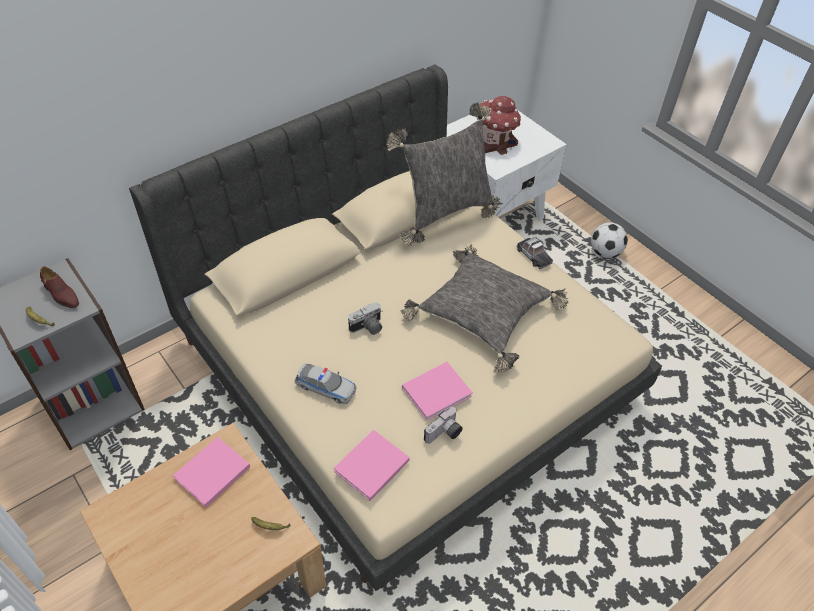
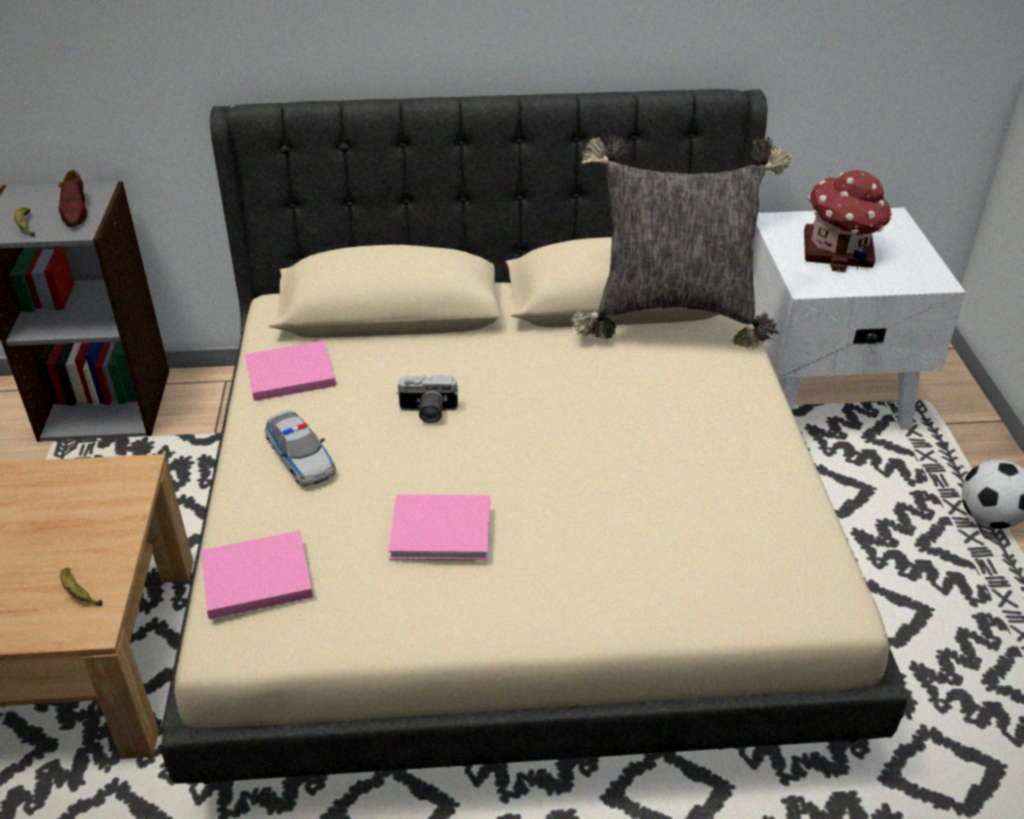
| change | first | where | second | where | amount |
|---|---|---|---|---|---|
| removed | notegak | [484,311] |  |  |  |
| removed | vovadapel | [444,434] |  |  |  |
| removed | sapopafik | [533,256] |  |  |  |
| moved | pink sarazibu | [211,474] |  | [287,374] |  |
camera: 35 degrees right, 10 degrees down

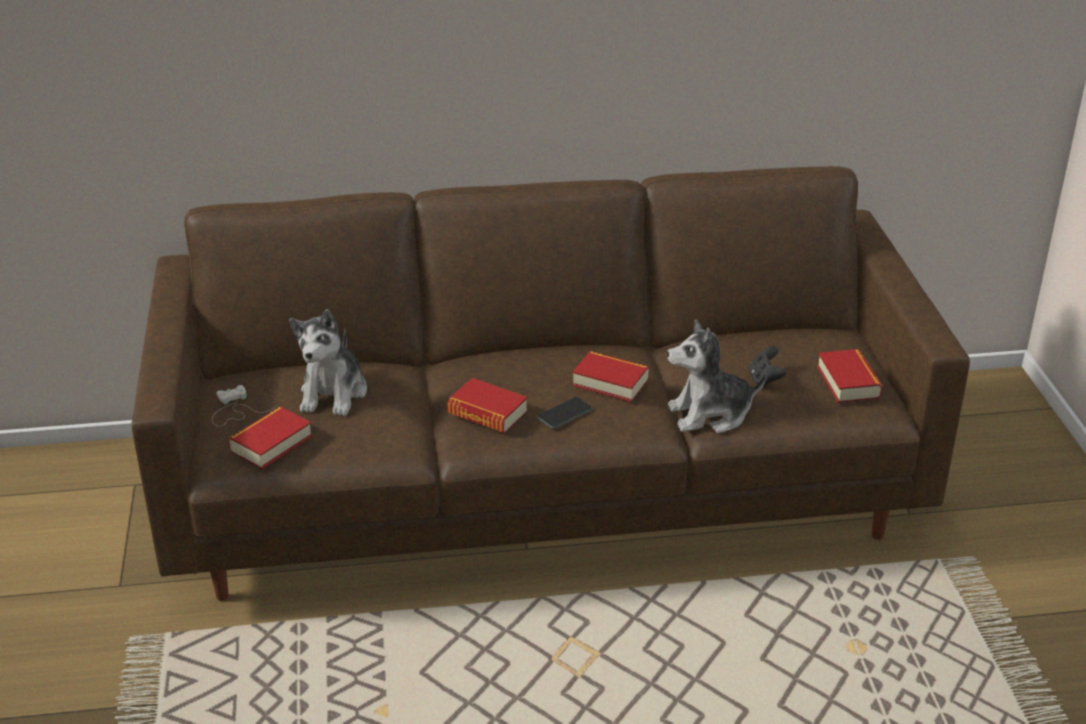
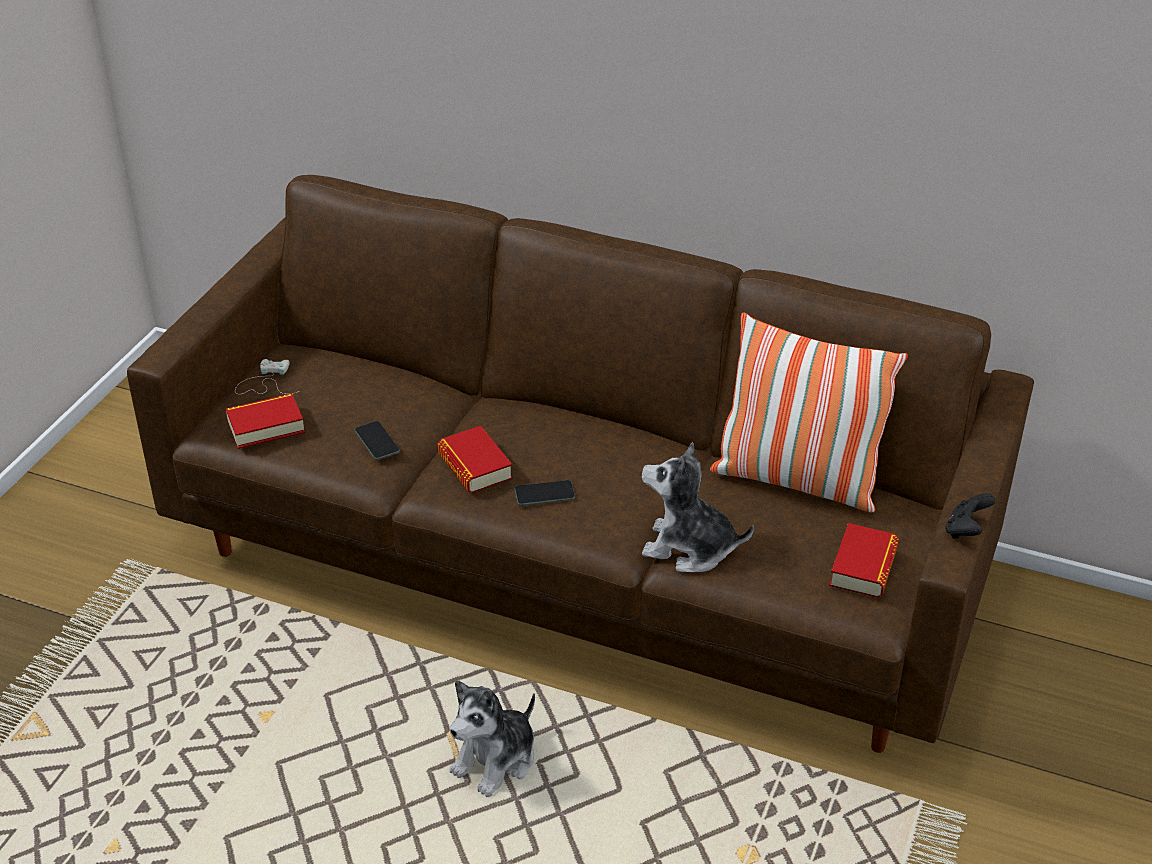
| change | first | where | second | where | amount |
|---|---|---|---|---|---|
| removed | sarazibu | [610,382] |  |  |  |
| added |  |  | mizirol | [377,441] |  |
| added |  |  | notegak | [797,480] |  |
| moved | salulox | [334,393] |  | [496,760] |  |
| moved | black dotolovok | [765,380] |  | [966,531] |  |
camera: 30 degrees right, 5 degrees up

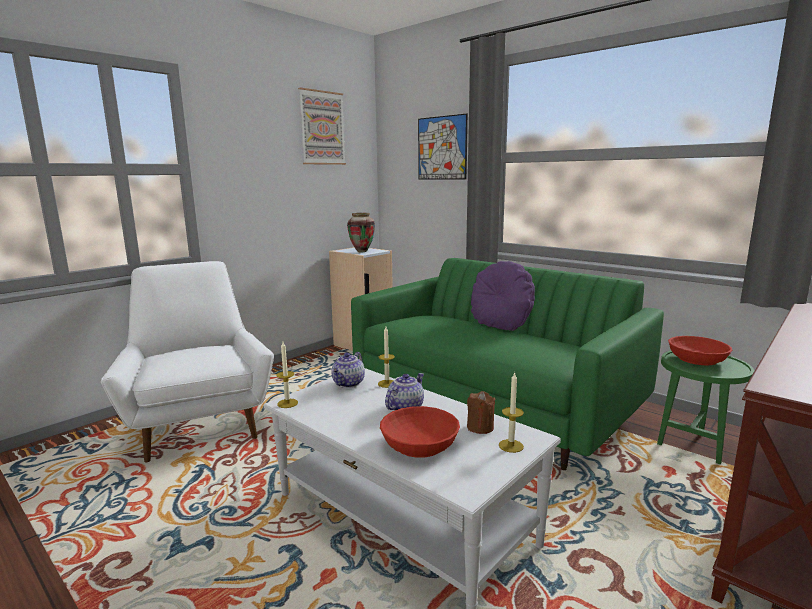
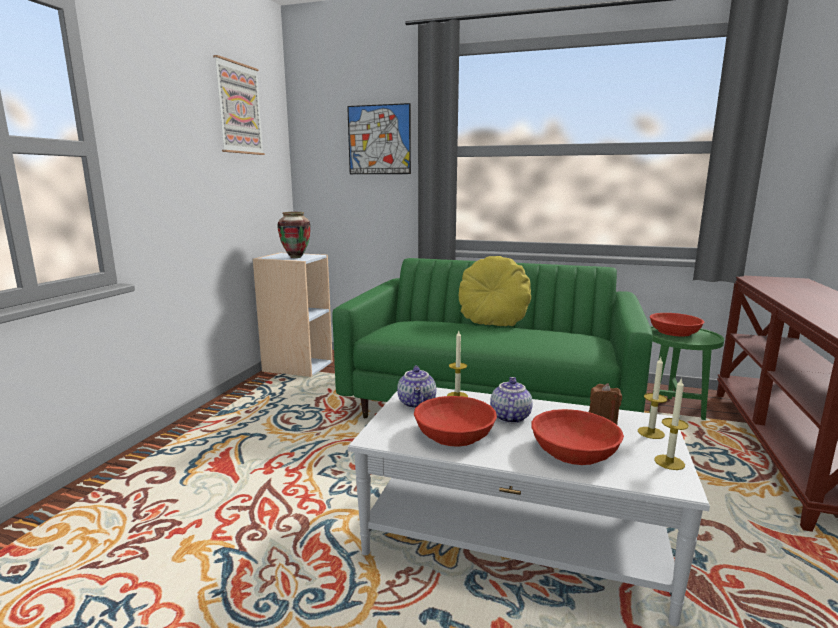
| change | first | where | second | where | amount |
|---|---|---|---|---|---|
| removed | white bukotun | [200,425] |  |  |  |
| added |  |  | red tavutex | [454,433] |  |
| moved | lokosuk | [287,403] |  | [669,462] |  |
| recoloured | purple notegak | [500,326] | yellow notegak | [493,323] |  |
camera: 25 degrees left, 0 degrees up

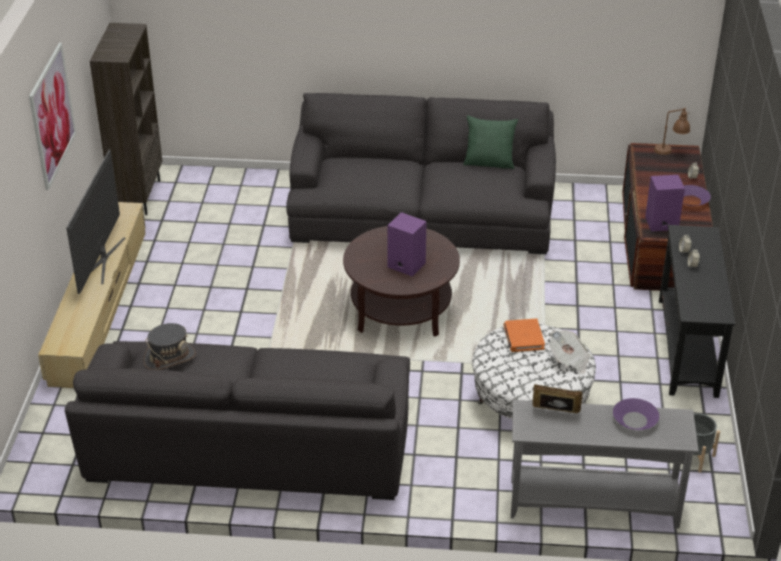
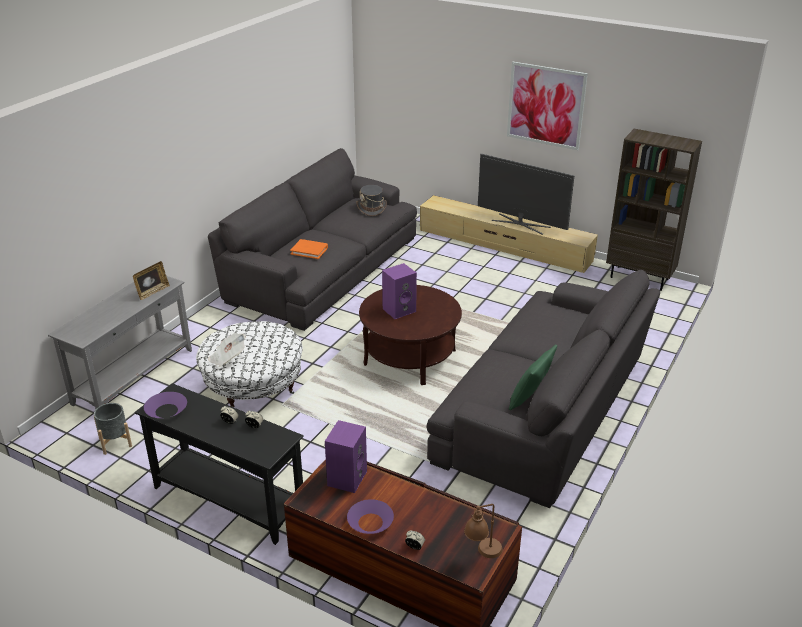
| change | first | where | second | where | amount |
|---|---|---|---|---|---|
| moved | orange sarazibu | [523,337] |  | [309,251] |  |
| moved | purple tavutex | [635,420] |  | [166,411] |  |
camera: 115 degrees right, 5 degrees down

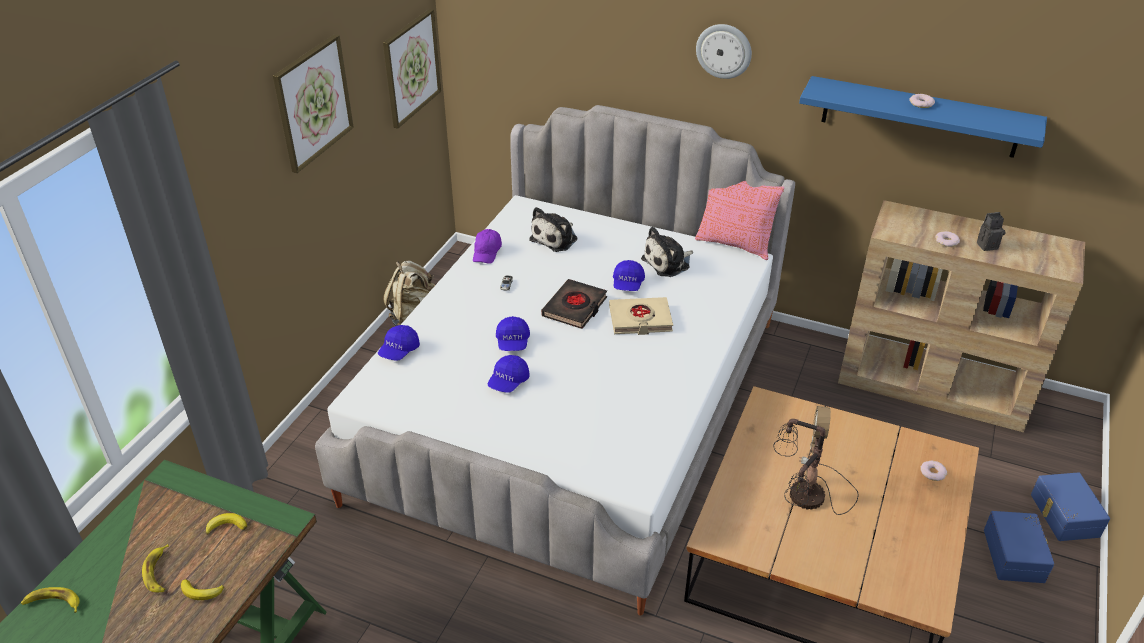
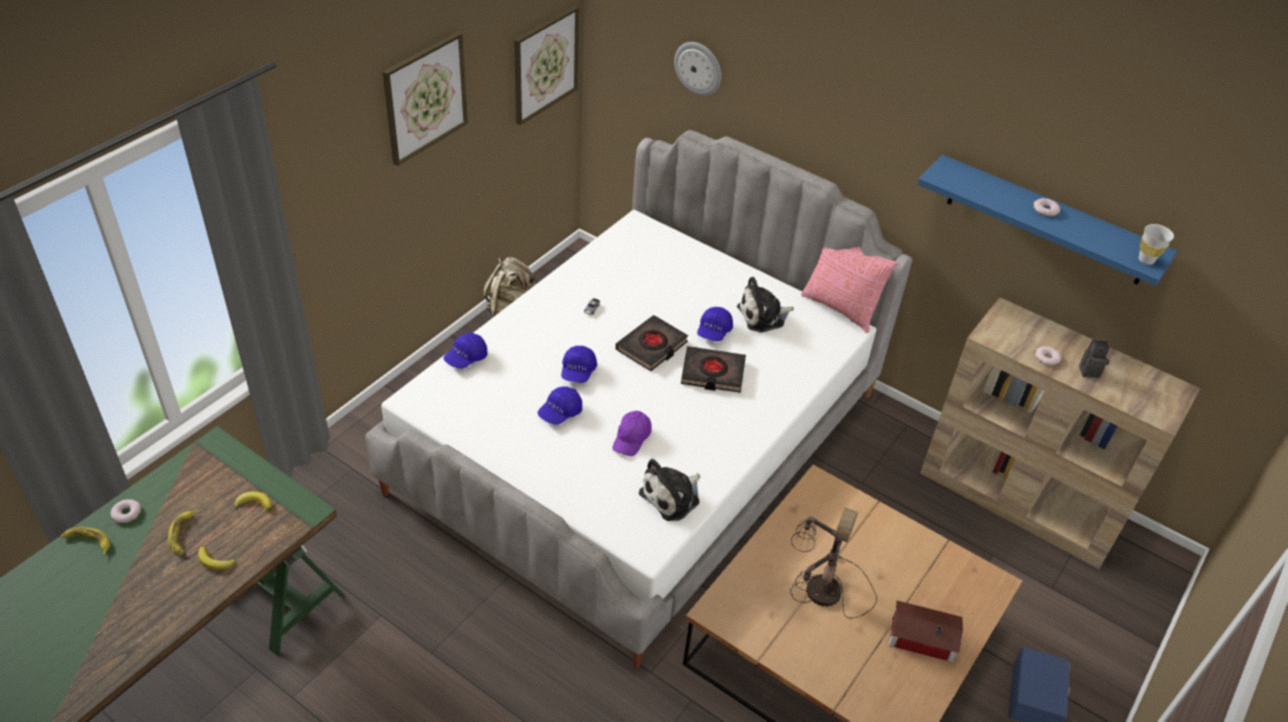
| change | first | where | second | where | amount |
|---|---|---|---|---|---|
| removed | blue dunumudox | [1063,515] |  |  |  |
| added |  |  | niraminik | [920,636] |  |
| added |  |  | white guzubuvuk | [1146,260] |  |
| moved | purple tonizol | [487,252] |  | [632,438] |  |
| moved | salulox | [556,238] |  | [672,496] |  |
| moved | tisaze | [724,51] |  | [698,68] |  |
| moved | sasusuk | [933,472] |  | [127,513] |  |
| recoloured | beige sarazibu | [640,320] | black sarazibu | [712,373] |  |
camera: 10 degrees right, 5 degrees up

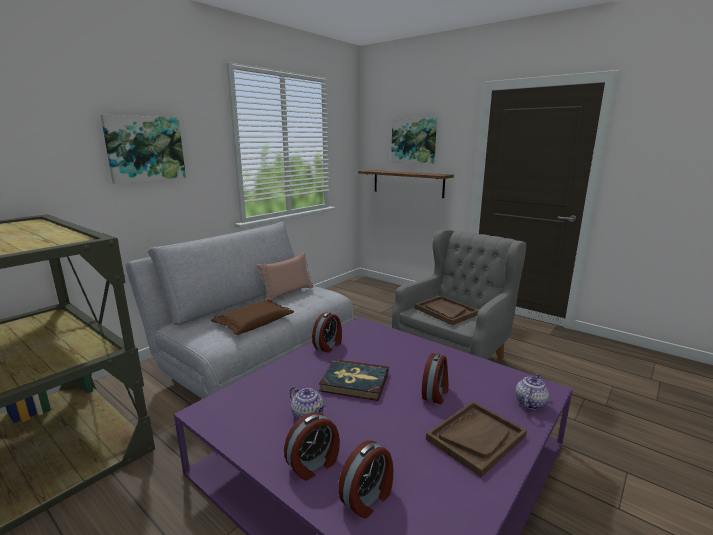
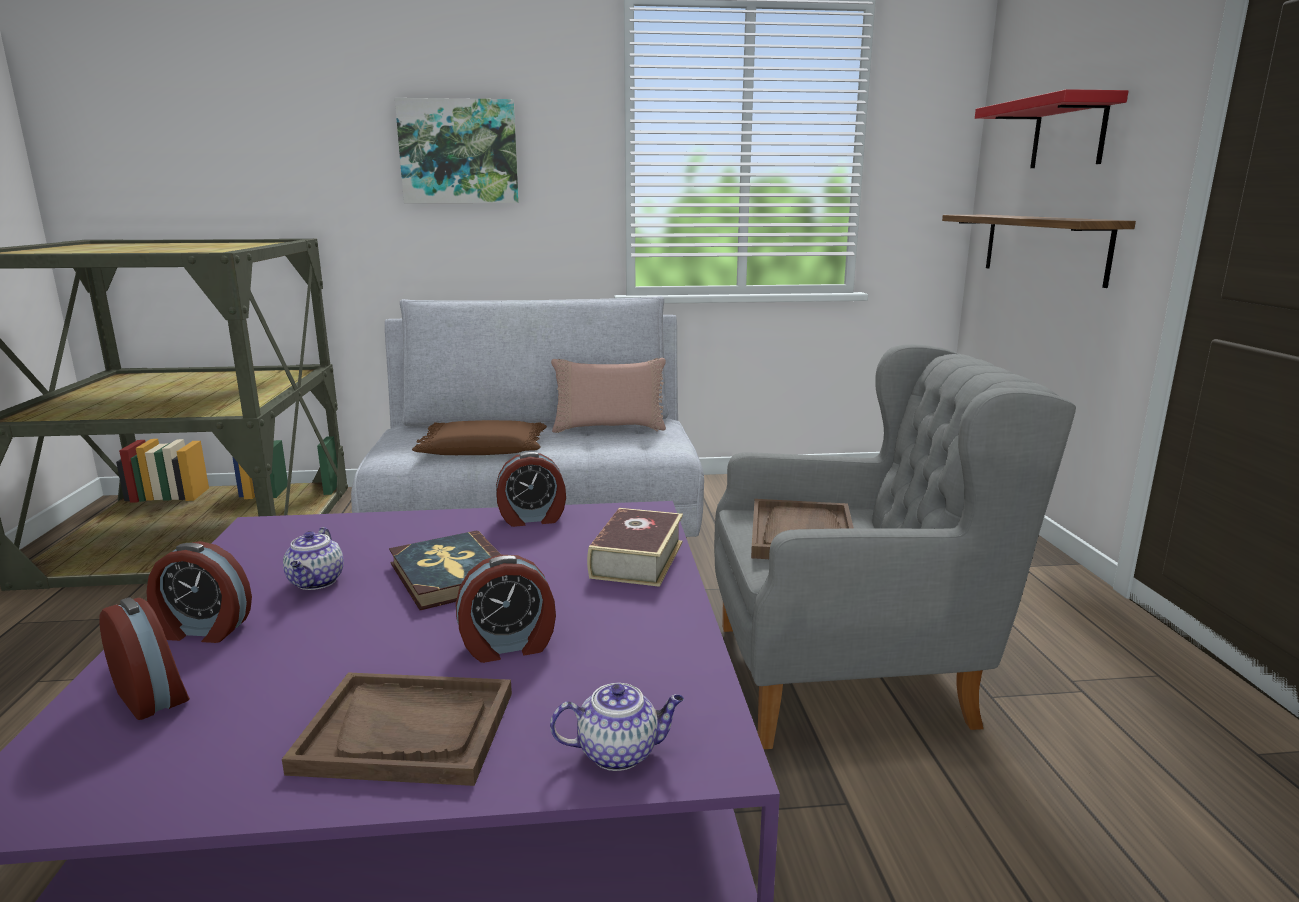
| change | first | where | second | where | amount |
|---|---|---|---|---|---|
| added |  |  | sarazibu | [637,559] |  |
| replaced | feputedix | [414,141] | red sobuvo | [1068,133] |  |
| turned | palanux | [368,498] |  | [153,696] | 135 degrees counterclockwise |
camera: 45 degrees right, 0 degrees up

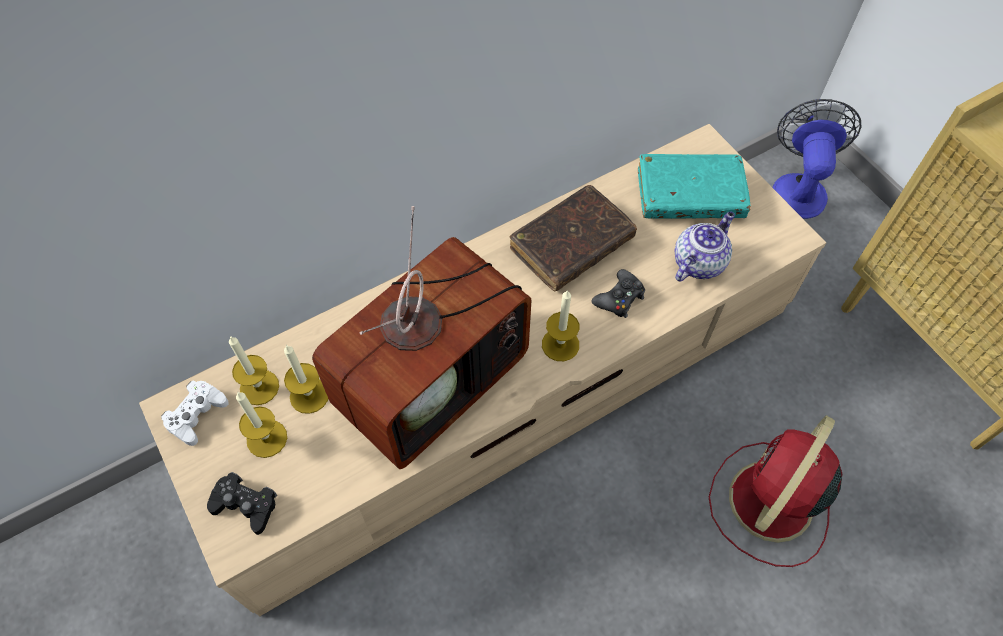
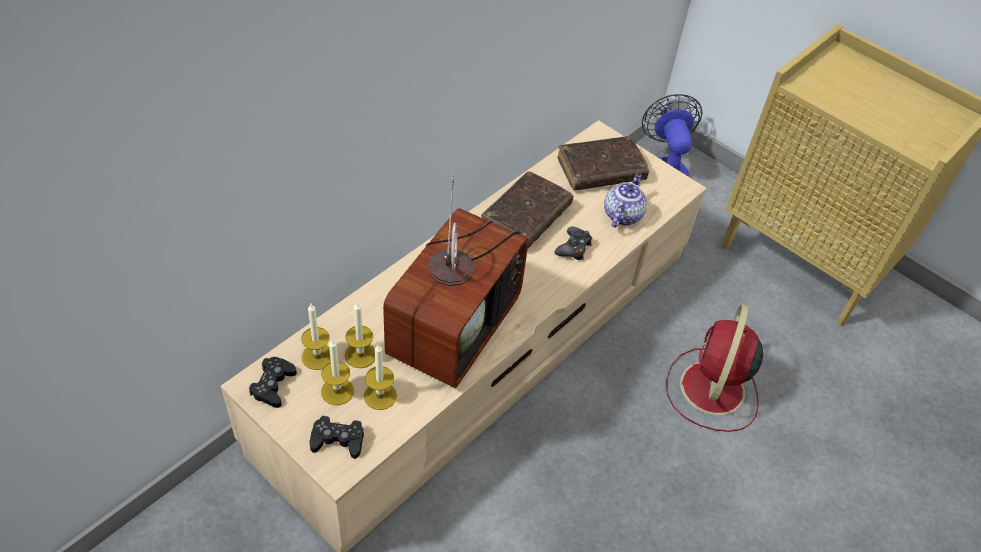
| change | first | where | second | where | amount |
|---|---|---|---|---|---|
| moved | lokosuk | [560,344] |  | [380,396] |  |
| recoloured | white dotolovok | [196,415] | black dotolovok | [273,385] |  |
| recoloured | turquoise sarazibu | [689,195] | brown sarazibu | [601,170] |  |
camera: 20 degrees left, 10 degrees down

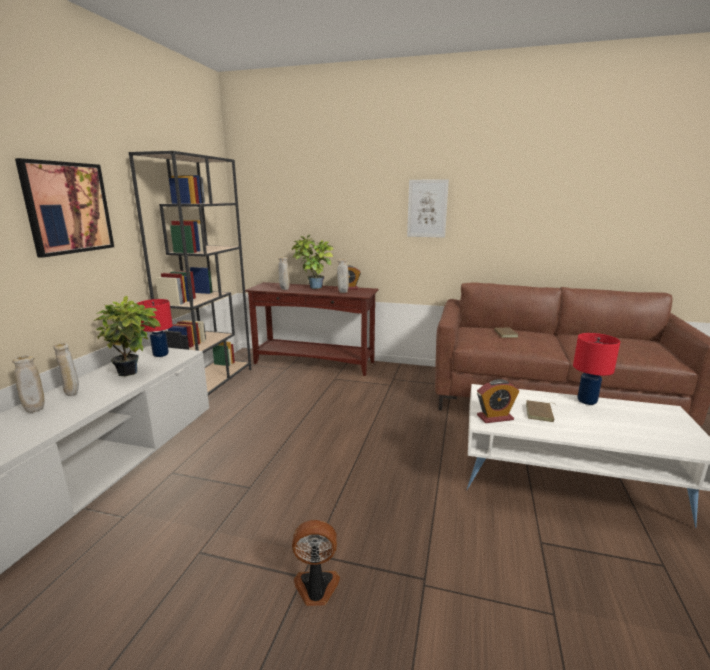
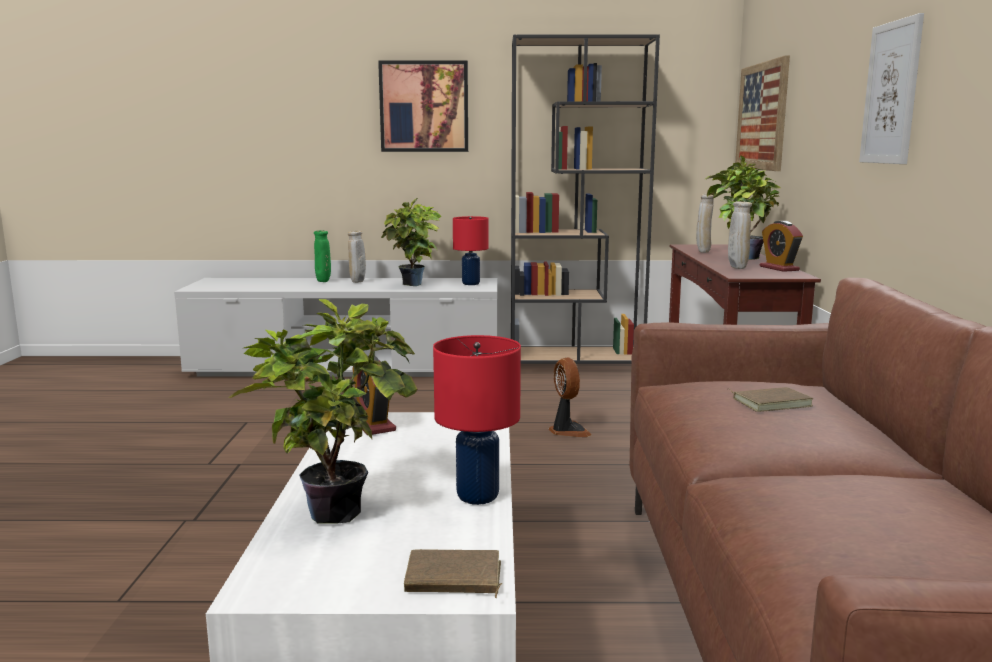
| change | first | where | second | where | amount |
|---|---|---|---|---|---|
| added |  |  | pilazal | [337,509] |  |
| added |  |  | feputedix | [762,116] |  |
| moved | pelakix | [316,589] |  | [567,431] |  |
| moved | brown sarazibu | [540,413] |  | [453,579] |  |
| recoloured | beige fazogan | [35,410] | green fazogan | [323,281] |  |
camera: 75 degrees right, 5 degrees down

